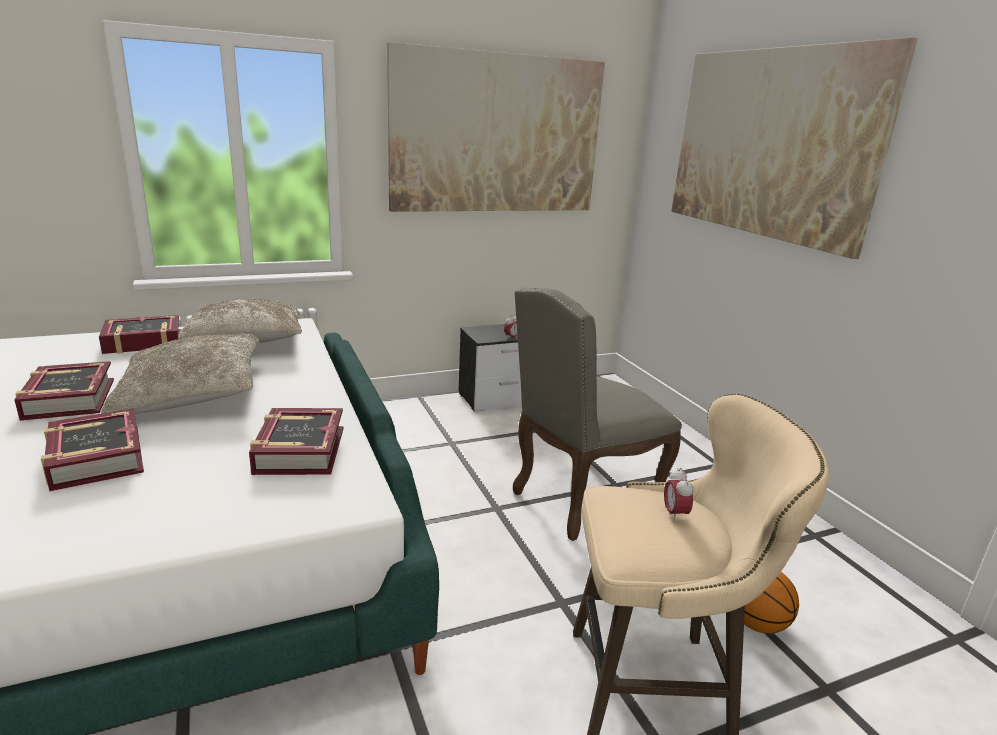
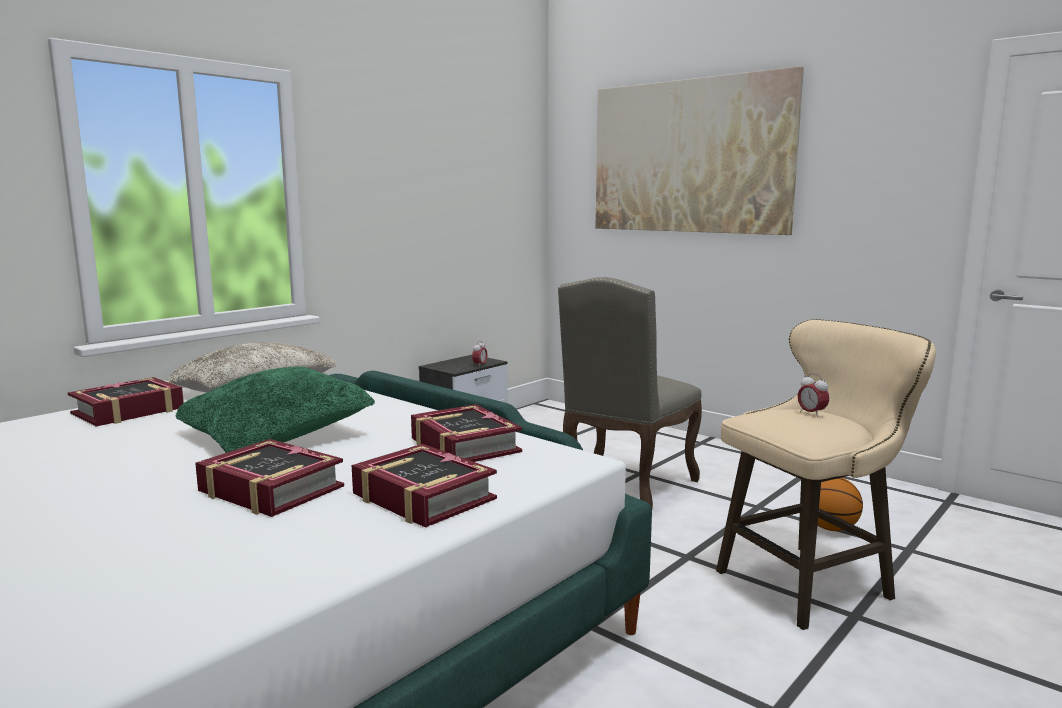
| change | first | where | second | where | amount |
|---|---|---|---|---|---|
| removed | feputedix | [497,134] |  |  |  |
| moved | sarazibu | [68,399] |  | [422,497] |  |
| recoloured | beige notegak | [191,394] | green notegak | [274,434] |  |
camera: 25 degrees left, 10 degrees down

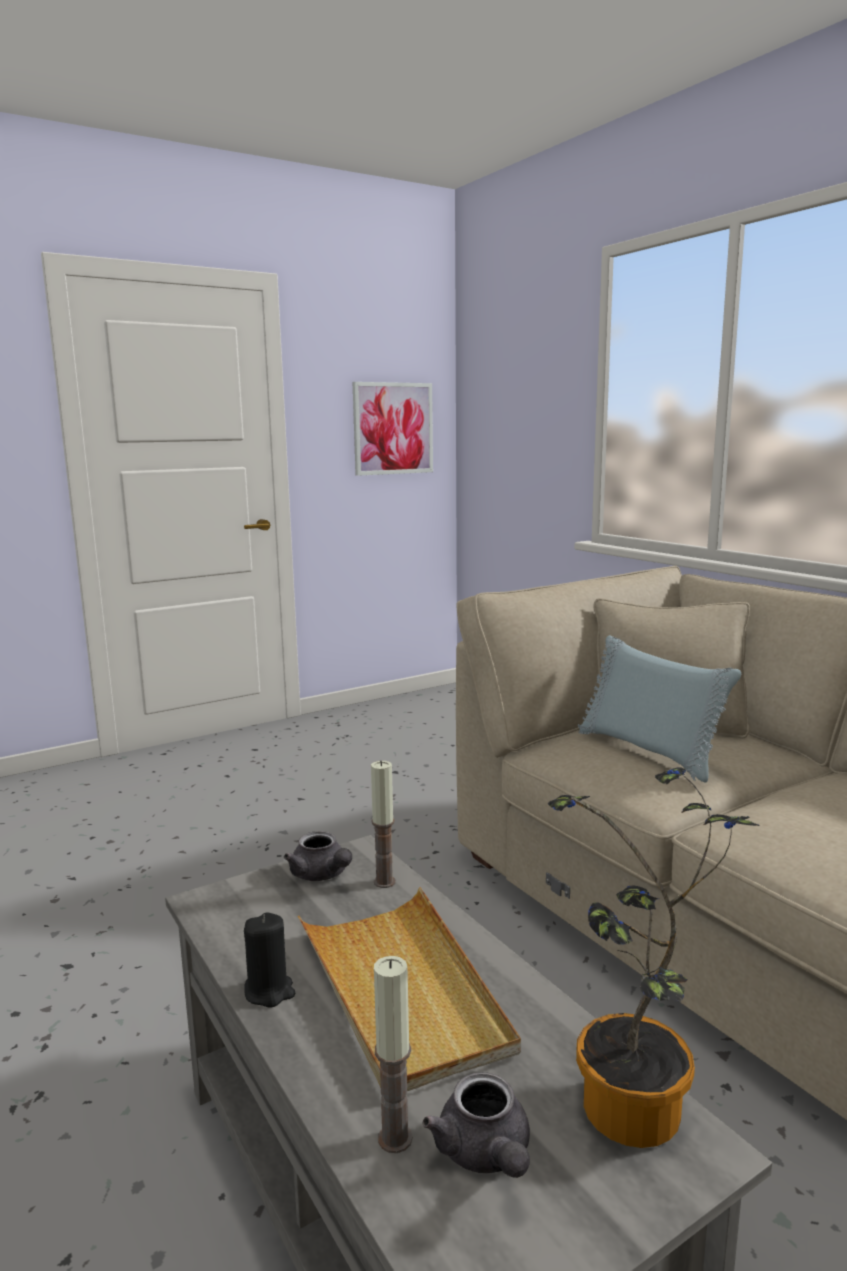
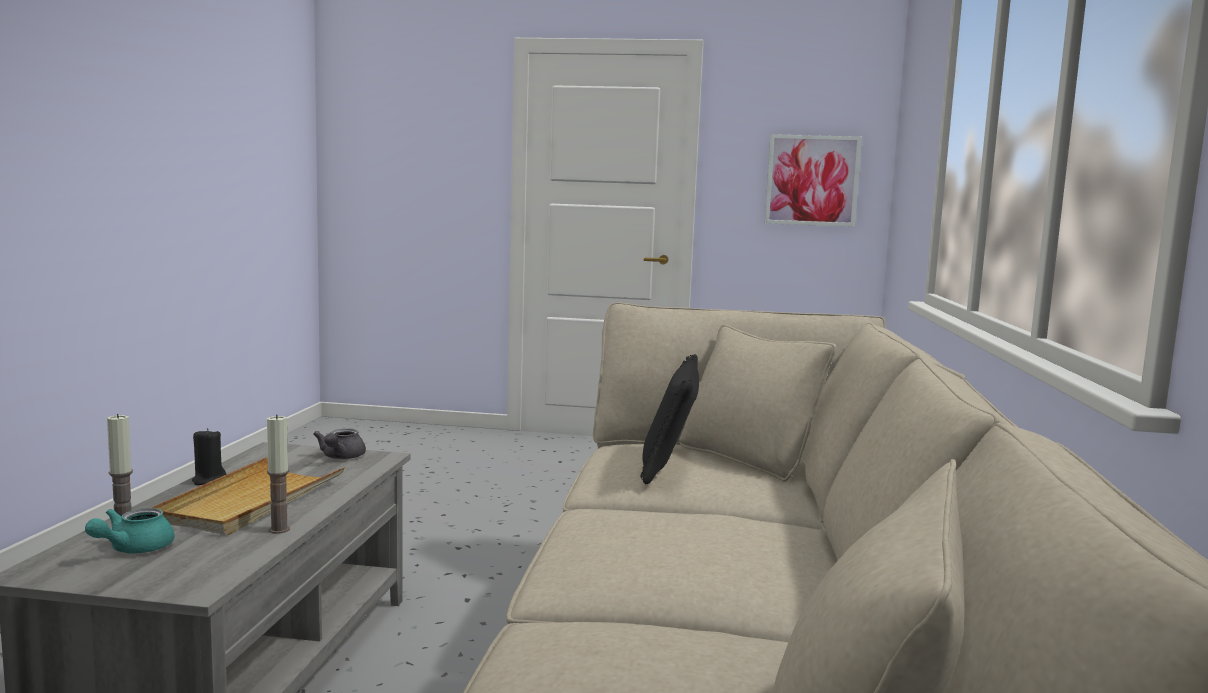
| change | first | where | second | where | amount |
|---|---|---|---|---|---|
| removed | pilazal | [630,1122] |  |  |  |
| moved | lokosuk | [384,882] |  | [279,529] |  |
| recoloured | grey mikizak | [486,1155] | turquoise mikizak | [133,549] |  |
| recoloured | blue notegak | [649,752] | black notegak | [668,463] |  |
camera: 40 degrees right, 5 degrees down

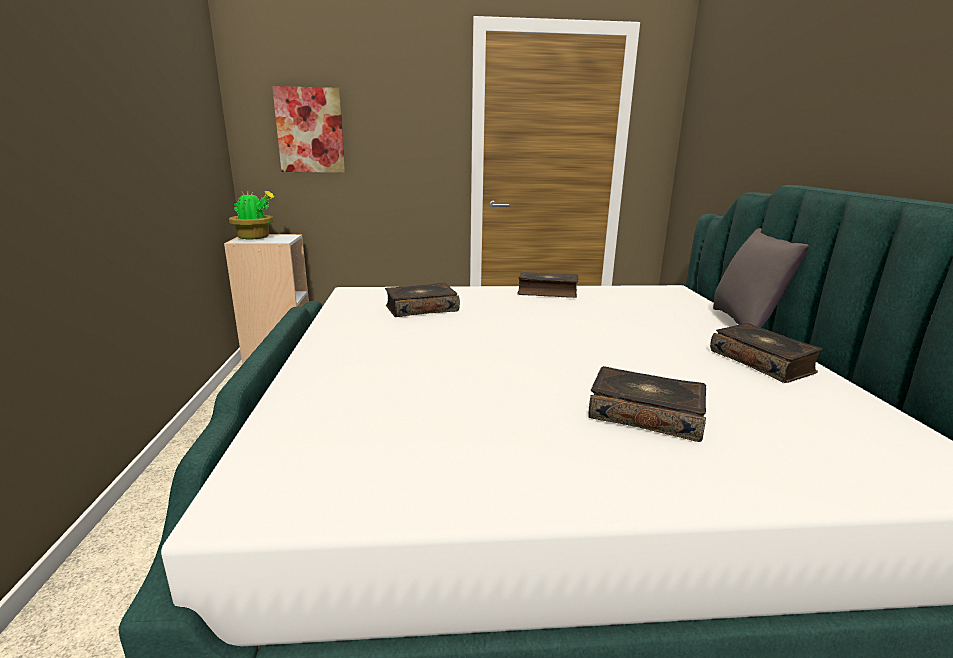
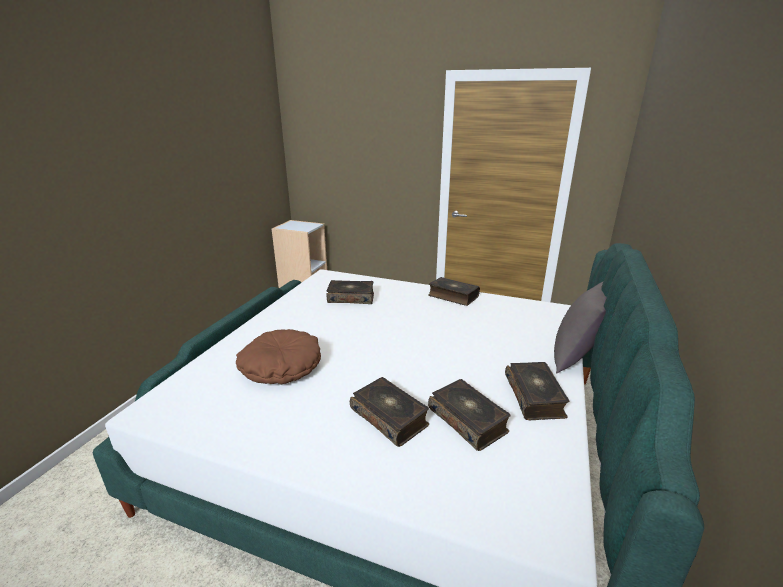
| change | first | where | second | where | amount |
|---|---|---|---|---|---|
| removed | pilazal | [255,237] |  |  |  |
| removed | feputedix | [310,130] |  |  |  |
| added |  |  | brown notegak | [282,367] |  |
| added |  |  | sarazibu | [468,420] |  |
camera: 25 degrees right, 5 degrees up

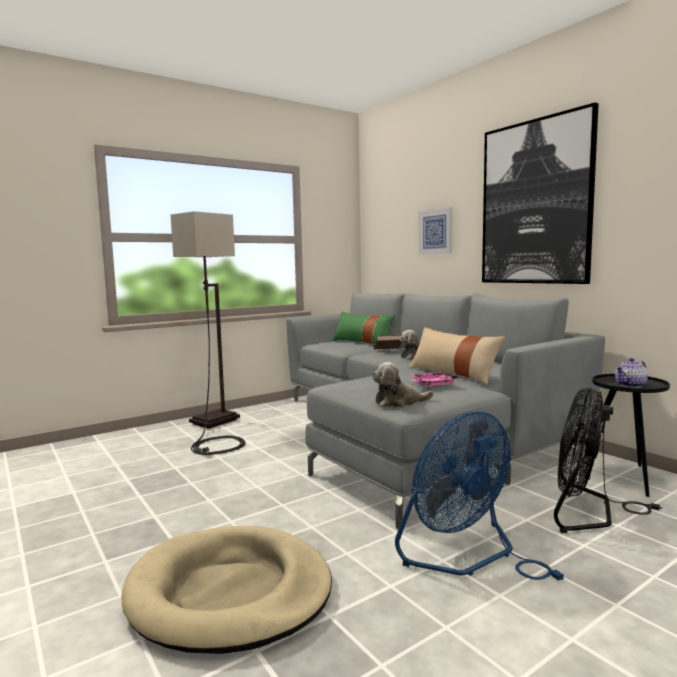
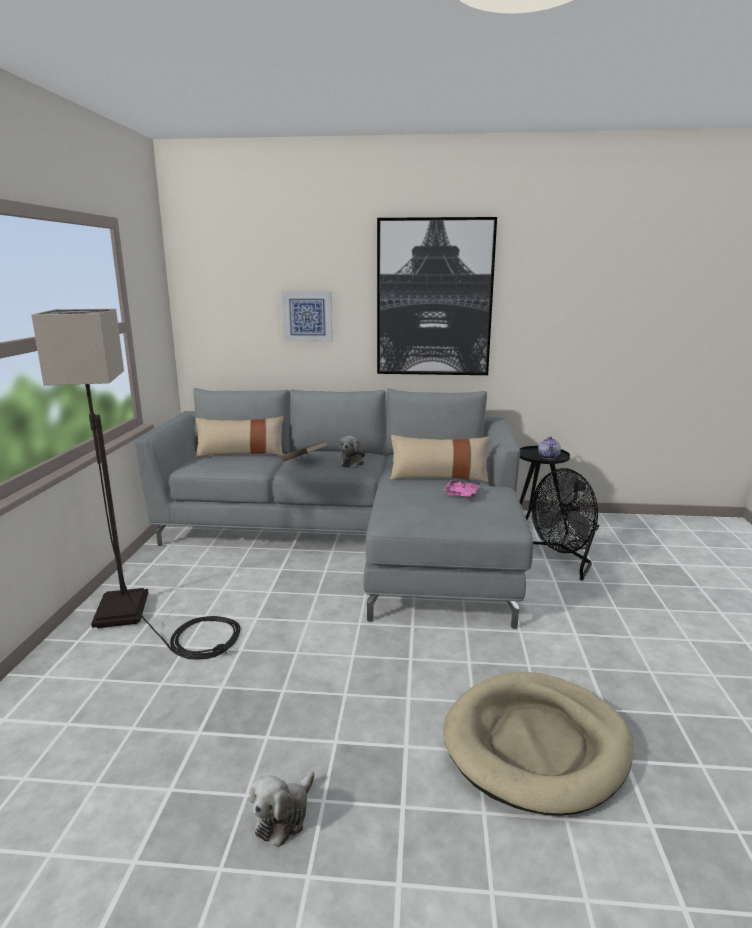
| change | first | where | second | where | amount |
|---|---|---|---|---|---|
| removed | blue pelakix | [476,554] |  |  |  |
| moved | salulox | [399,402] |  | [284,816] |  |
| recoloured | green notegak | [362,342] | beige notegak | [241,453] |  |
camera: 50 degrees left, 10 degrees up

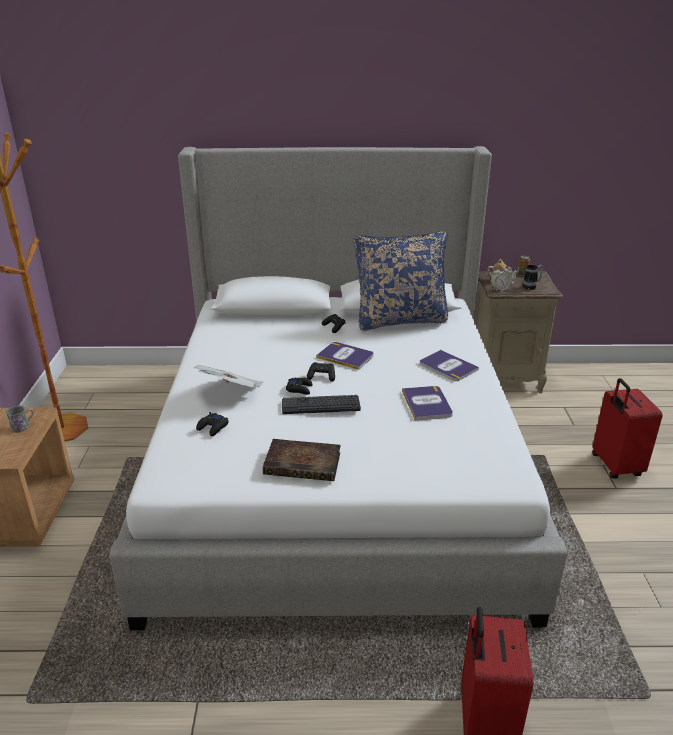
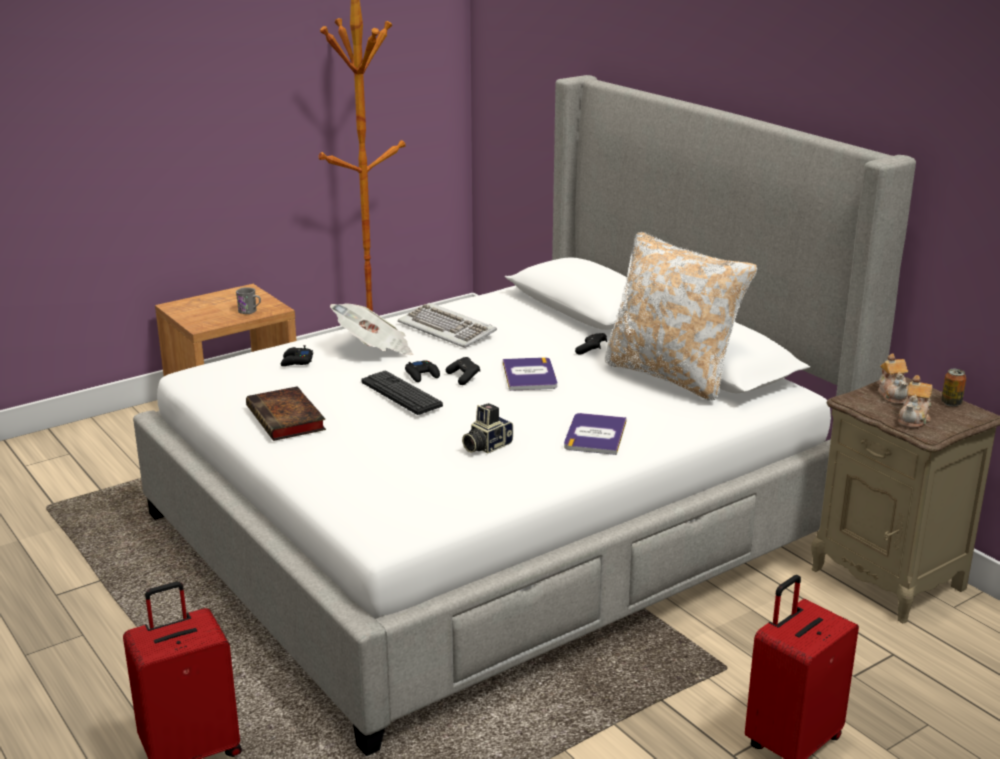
| change | first | where | second | where | amount |
|---|---|---|---|---|---|
| removed | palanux | [500,289] |  |  |  |
| added |  |  | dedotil | [447,329] |  |
| replaced | sarazibu | [427,403] | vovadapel | [486,446] |  |
| replaced | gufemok | [531,287] | mikizak | [914,419] |  |
| recoloured | blue notegak | [401,322] | white notegak | [670,379] |  |
camera: 55 degrees right, 5 degrees down

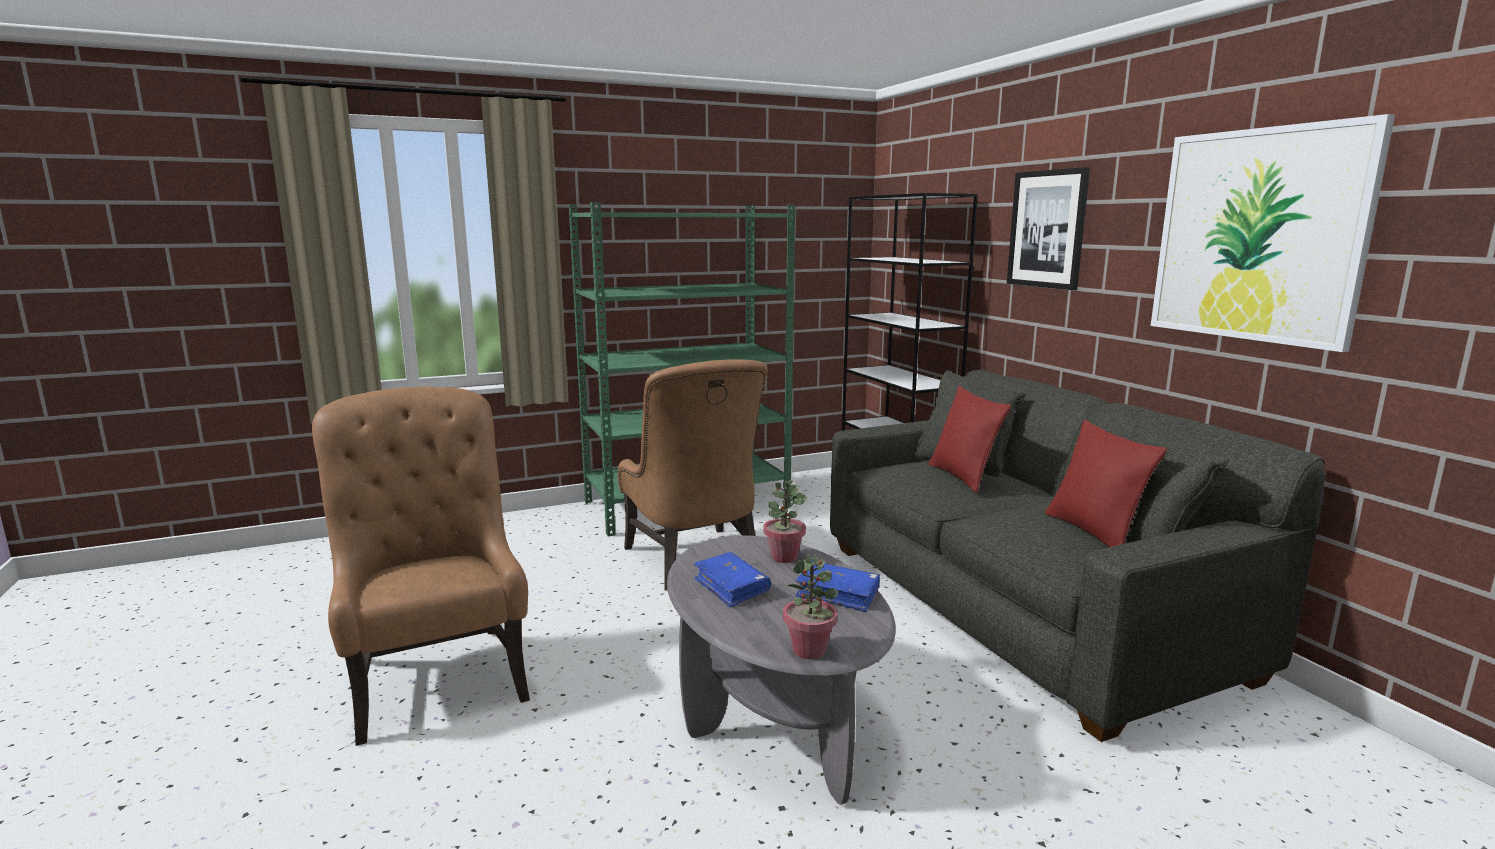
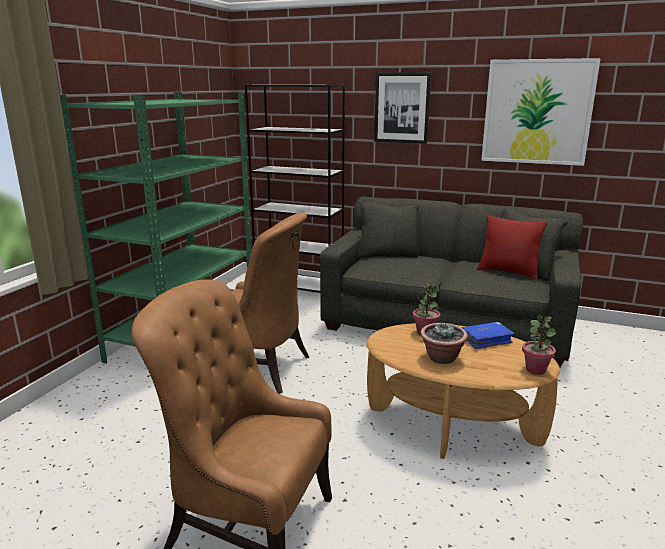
| change | first | where | second | where | amount |
|---|---|---|---|---|---|
| removed | red notegak | [962,477] |  |  |  |
| replaced | blue sarazibu | [731,587] | pilazal | [442,358] |  |
| recoloured | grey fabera | [773,715] | brown fabera | [452,426] |  |
camera: 45 degrees left, 5 degrees up

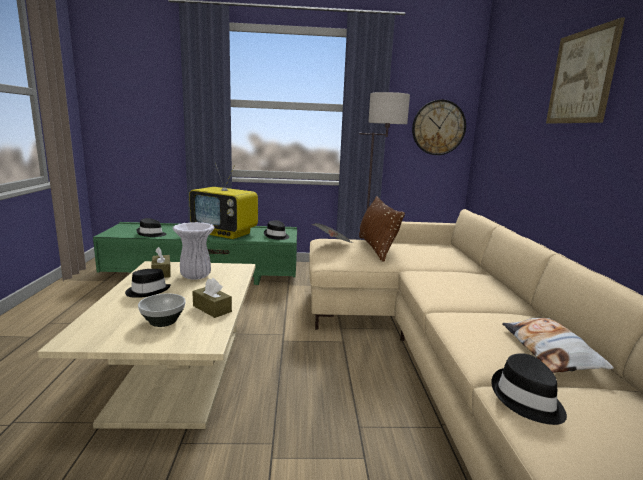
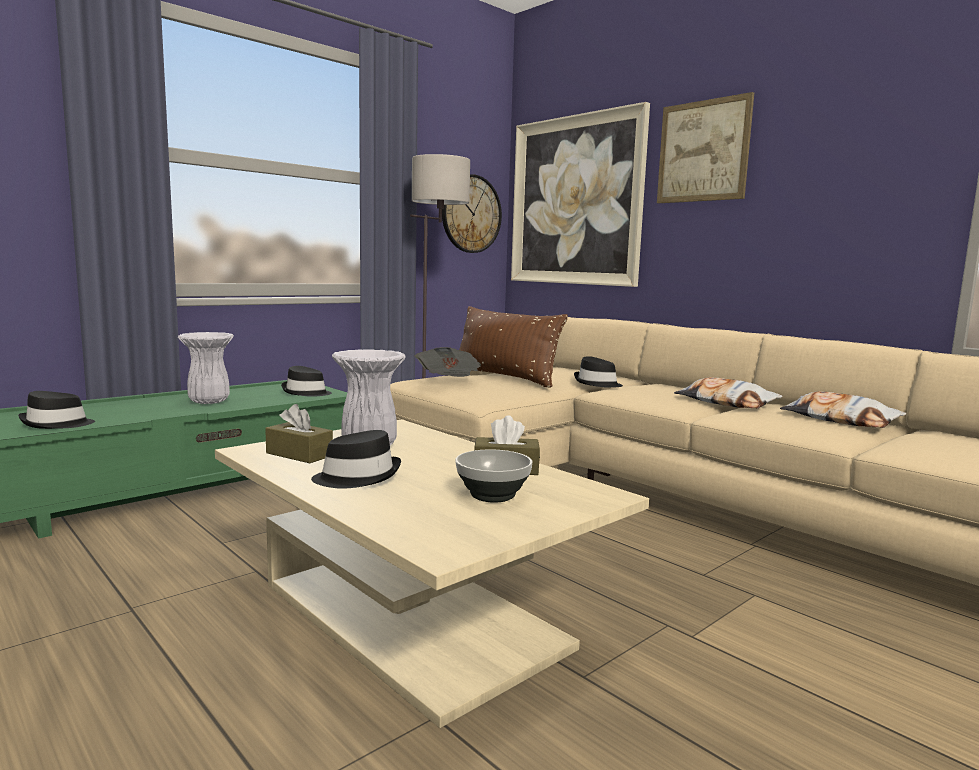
| change | first | where | second | where | amount |
|---|---|---|---|---|---|
| added |  |  | feputedix | [575,201] |  |
| added |  |  | notegak | [726,402] |  |
| moved | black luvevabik | [526,399] |  | [597,383] |  |
| replaced | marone | [225,233] | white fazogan | [210,401] |  |
camera: 40 degrees left, 5 degrees down

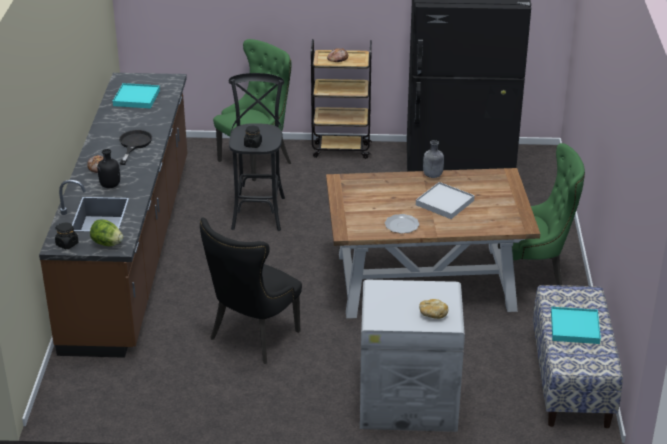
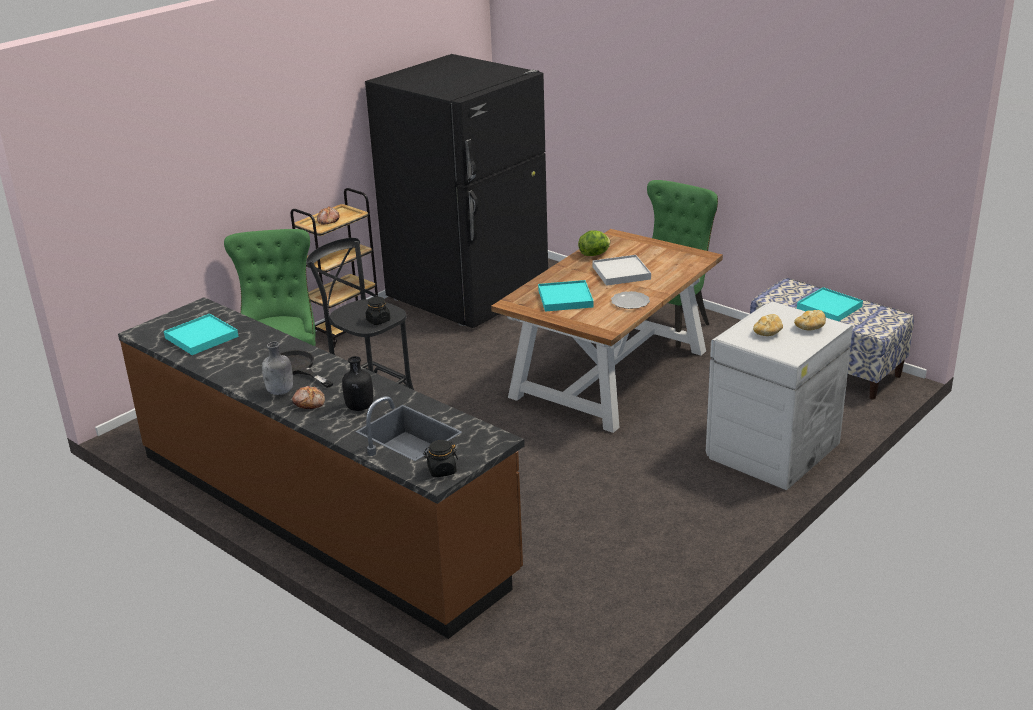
| change | first | where | second | where | amount |
|---|---|---|---|---|---|
| removed | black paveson | [254,337] |  |  |  |
| added |  |  | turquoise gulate | [565,298] |  |
| added |  |  | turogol | [767,333] |  |
| moved | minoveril | [107,244] |  | [594,254] |  |
| moved | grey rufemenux | [432,176] |  | [280,392] |  |
camera: 50 degrees left, 5 degrees down

